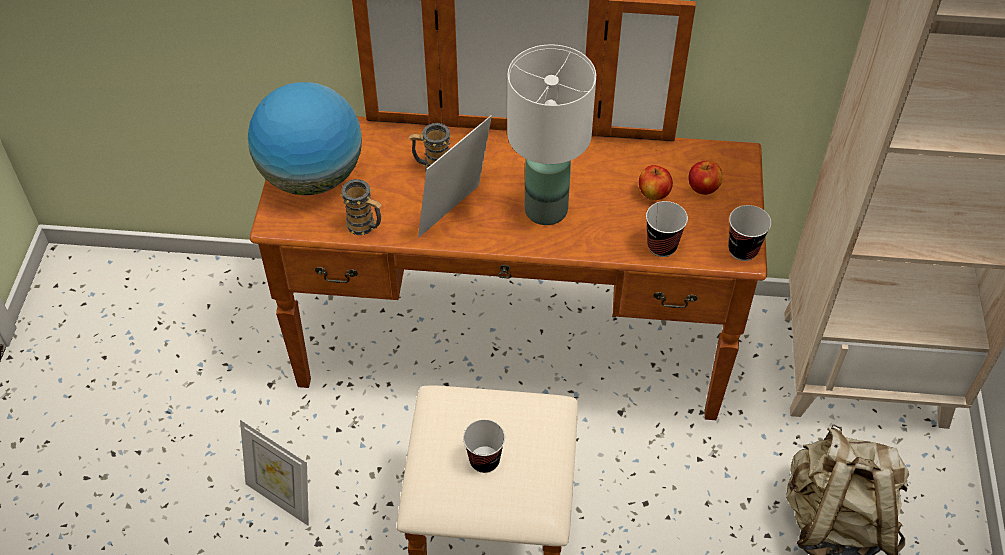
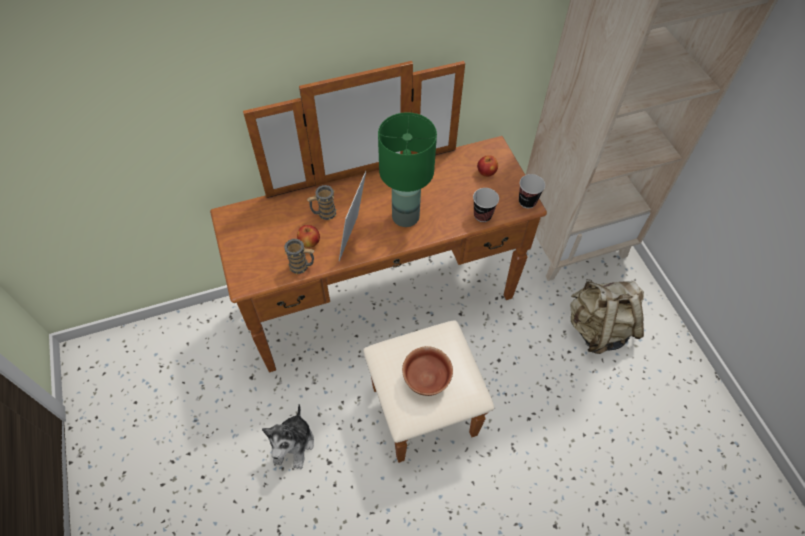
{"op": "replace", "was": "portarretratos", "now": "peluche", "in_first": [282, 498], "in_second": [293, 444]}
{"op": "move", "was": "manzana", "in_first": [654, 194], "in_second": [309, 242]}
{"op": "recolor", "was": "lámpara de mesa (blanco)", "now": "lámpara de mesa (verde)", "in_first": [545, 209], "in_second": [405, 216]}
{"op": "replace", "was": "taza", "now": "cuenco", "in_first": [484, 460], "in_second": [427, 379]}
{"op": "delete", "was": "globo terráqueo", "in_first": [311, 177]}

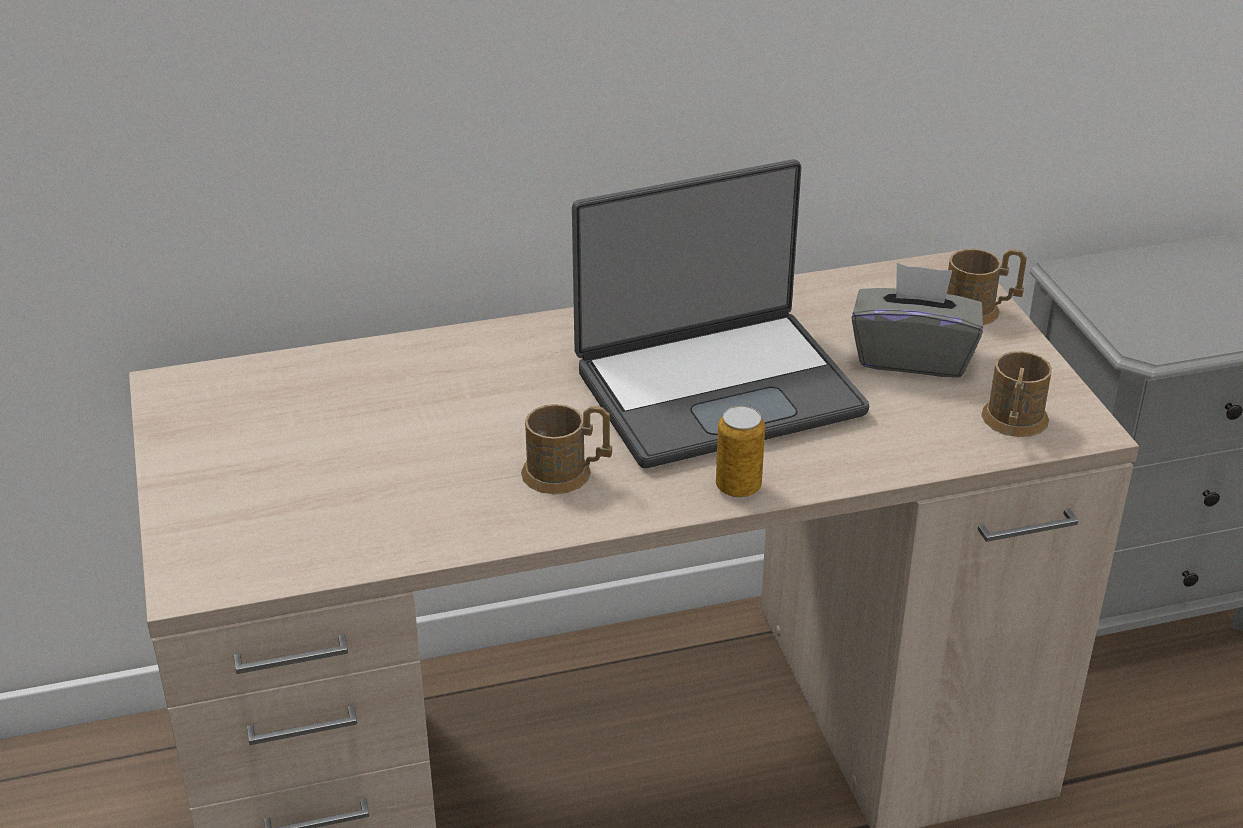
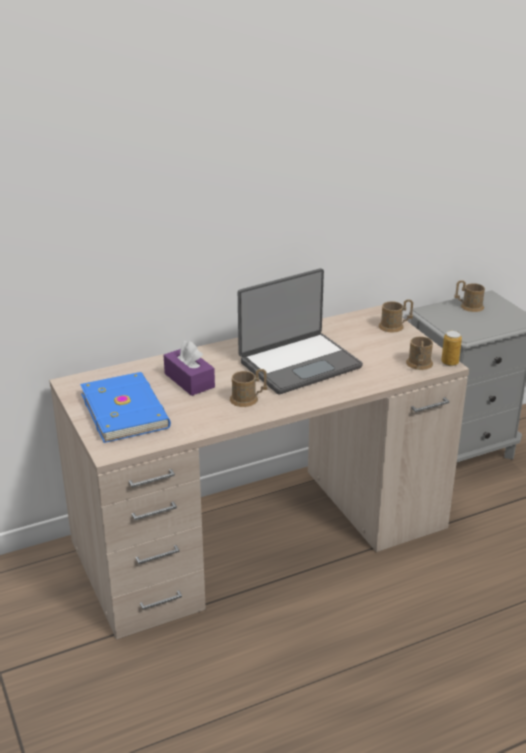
{"op": "insert", "now": "libro (azul)", "in_second": [126, 410]}
{"op": "insert", "now": "caja de pañuelos (morado)", "in_second": [189, 380]}
{"op": "move", "was": "lata", "in_first": [738, 487], "in_second": [449, 362]}
{"op": "insert", "now": "taza grande (marrón)", "in_second": [468, 306]}
{"op": "delete", "was": "caja de pañuelos (gris)", "in_first": [912, 356]}

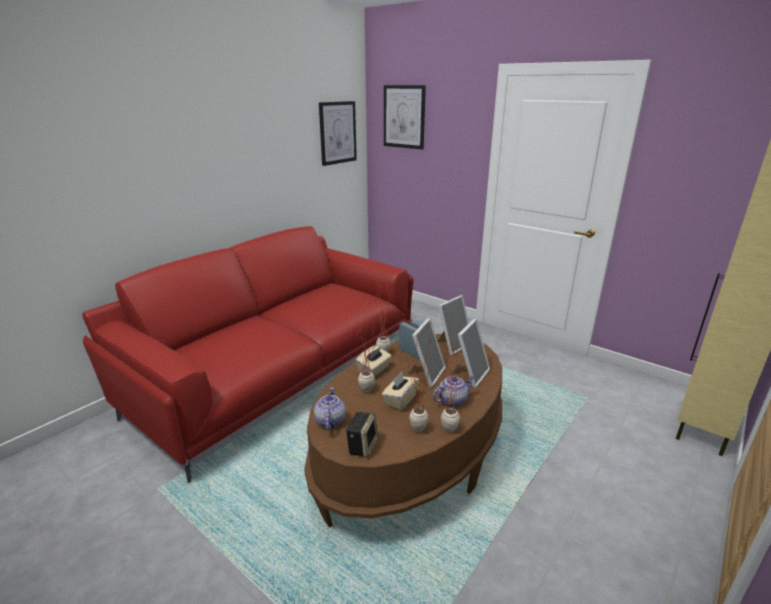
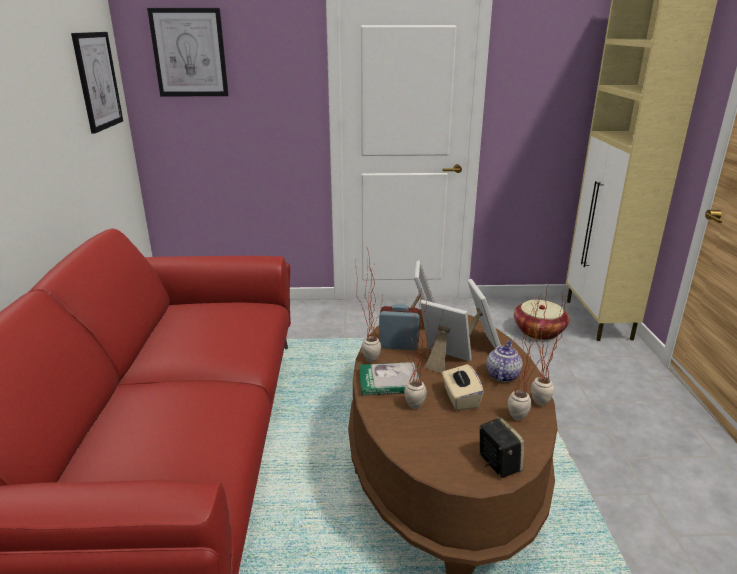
{"op": "replace", "was": "caja de pañuelos (beis)", "now": "libro", "in_first": [374, 370], "in_second": [389, 381]}
{"op": "rotate", "was": "portarretratos", "in_first": [426, 374], "in_second": [442, 361], "clockwise": -45}
{"op": "insert", "now": "cesta", "in_second": [539, 331]}
{"op": "delete", "was": "tetera", "in_first": [330, 421]}

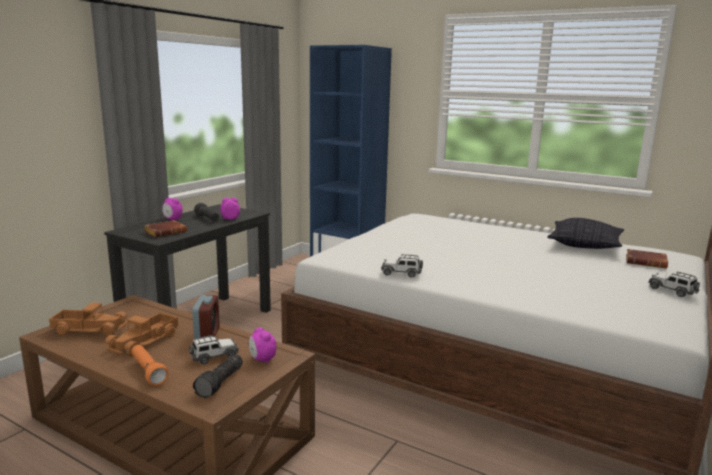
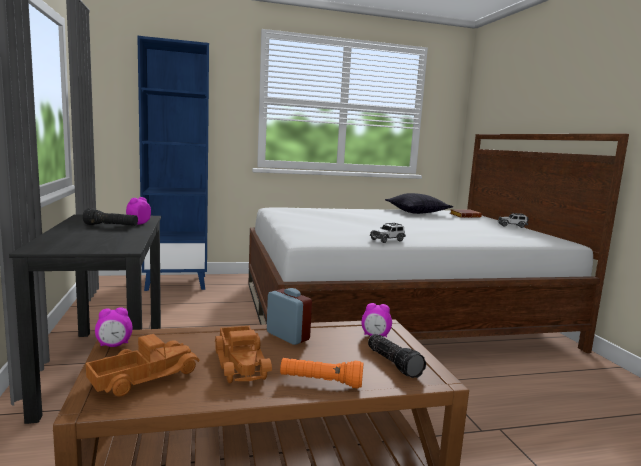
{"op": "move", "was": "despertador", "in_first": [172, 219], "in_second": [114, 345]}
{"op": "delete", "was": "libro (marrón)", "in_first": [166, 232]}
{"op": "delete", "was": "coche de juguete", "in_first": [214, 357]}

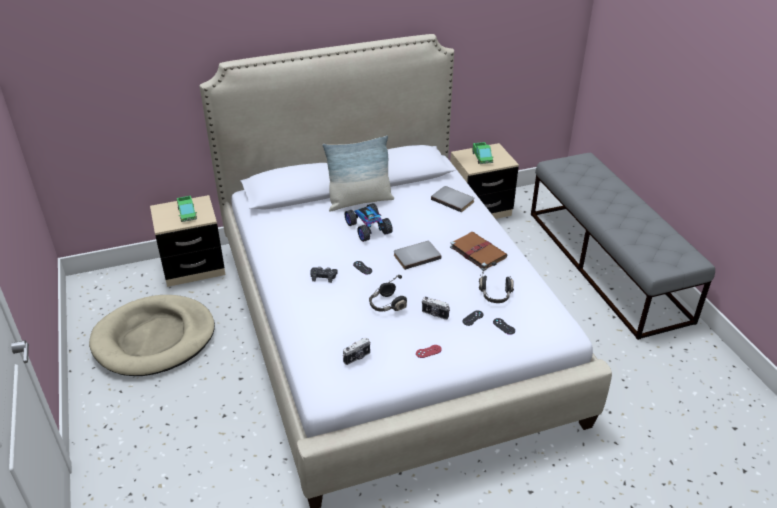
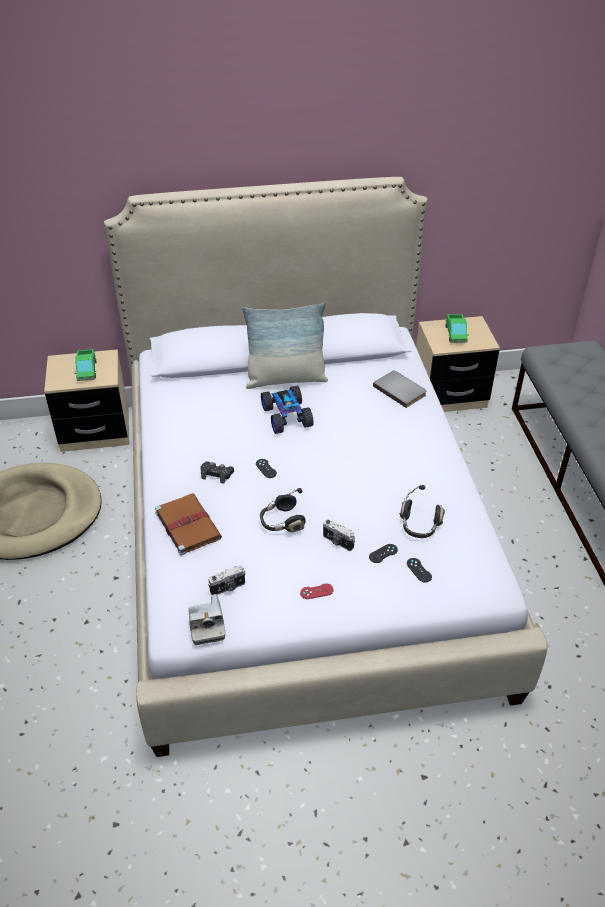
{"op": "move", "was": "libro (marrón)", "in_first": [477, 252], "in_second": [187, 524]}
{"op": "insert", "now": "cámara", "in_second": [206, 626]}
{"op": "delete", "was": "libro (gris)", "in_first": [416, 256]}

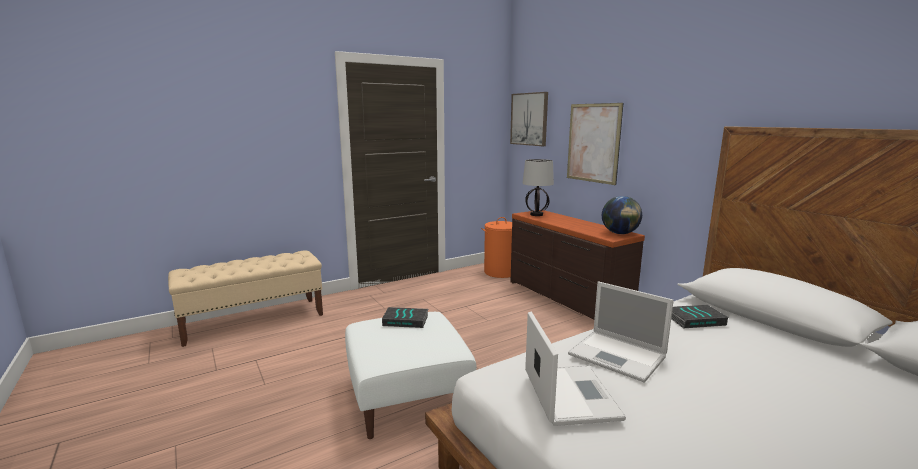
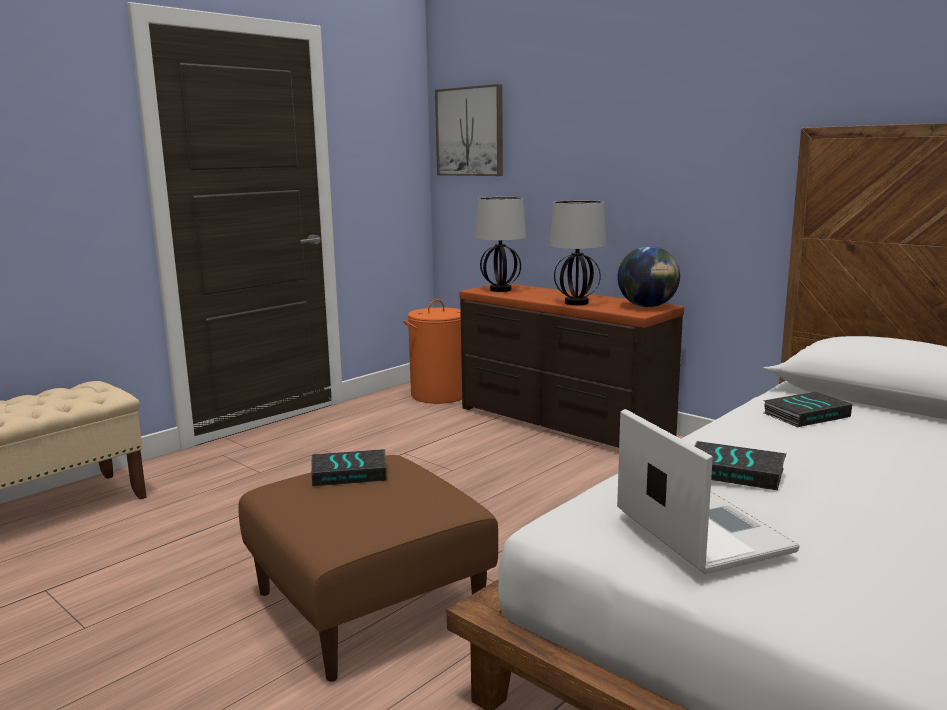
{"op": "recolor", "was": "puf (blanco)", "now": "puf (marrón)", "in_first": [406, 396], "in_second": [367, 605]}
{"op": "insert", "now": "lámpara de mesa", "in_second": [576, 303]}
{"op": "replace", "was": "portátil", "now": "libro", "in_first": [619, 356], "in_second": [736, 472]}
{"op": "delete", "was": "cuadro", "in_first": [593, 143]}

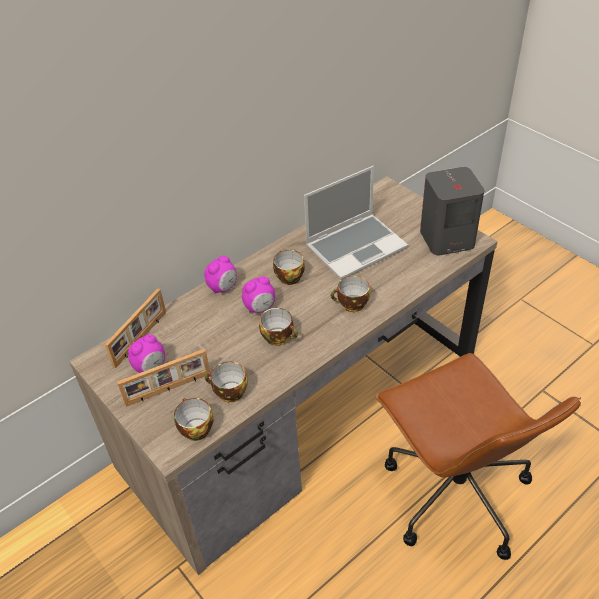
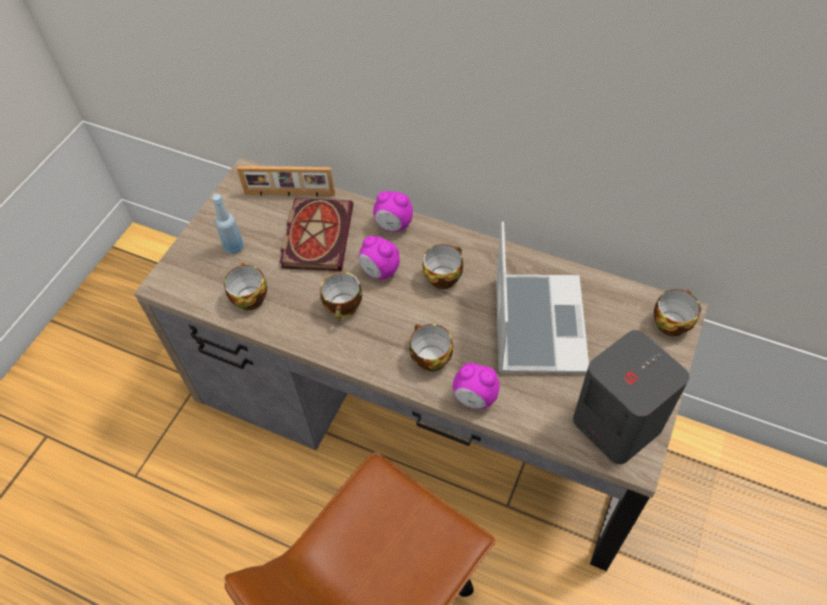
{"op": "replace", "was": "portarretratos", "now": "botella (azul)", "in_first": [169, 389], "in_second": [234, 247]}
{"op": "insert", "now": "libro", "in_second": [316, 235]}
{"op": "move", "was": "despertador", "in_first": [151, 367], "in_second": [475, 398]}
{"op": "rotate", "was": "portátil", "in_first": [356, 246], "in_second": [537, 323], "clockwise": -120}
{"op": "move", "was": "taza", "in_first": [195, 429], "in_second": [671, 322]}

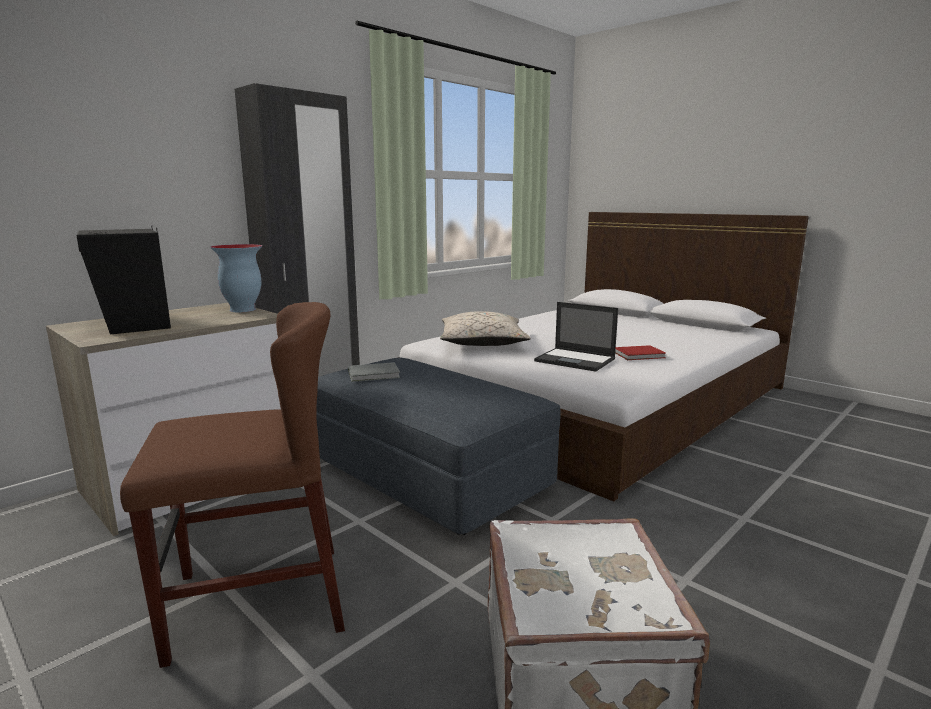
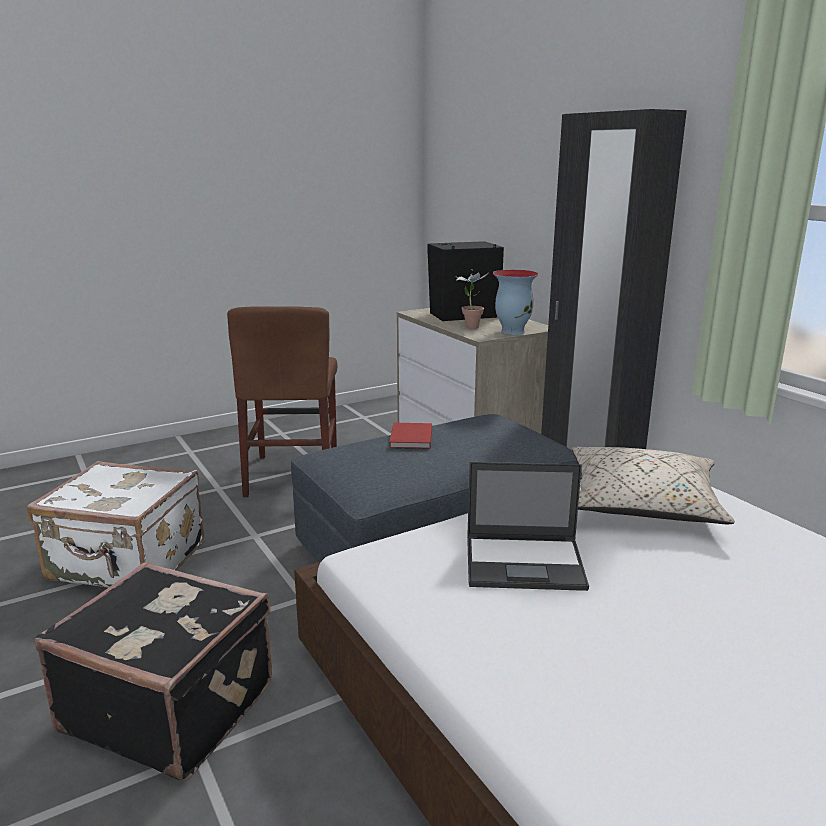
{"op": "insert", "now": "maleta (negro)", "in_second": [171, 706]}
{"op": "move", "was": "libro (rojo)", "in_first": [640, 355], "in_second": [410, 439]}
{"op": "insert", "now": "planta en maceta", "in_second": [470, 326]}
{"op": "rotate", "was": "portátil", "in_first": [576, 360], "in_second": [526, 563], "clockwise": -135}
{"op": "delete", "was": "libro (gris)", "in_first": [375, 374]}

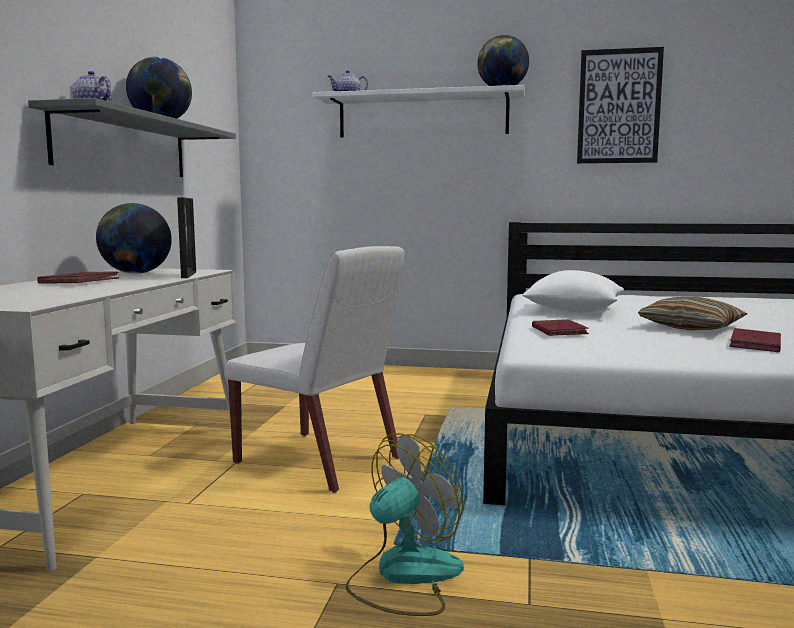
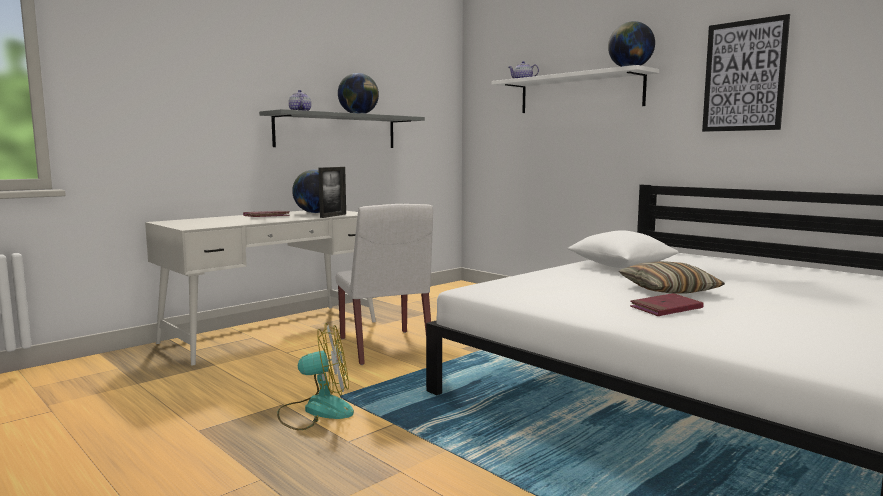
{"op": "delete", "was": "libro (rojo)", "in_first": [559, 331]}

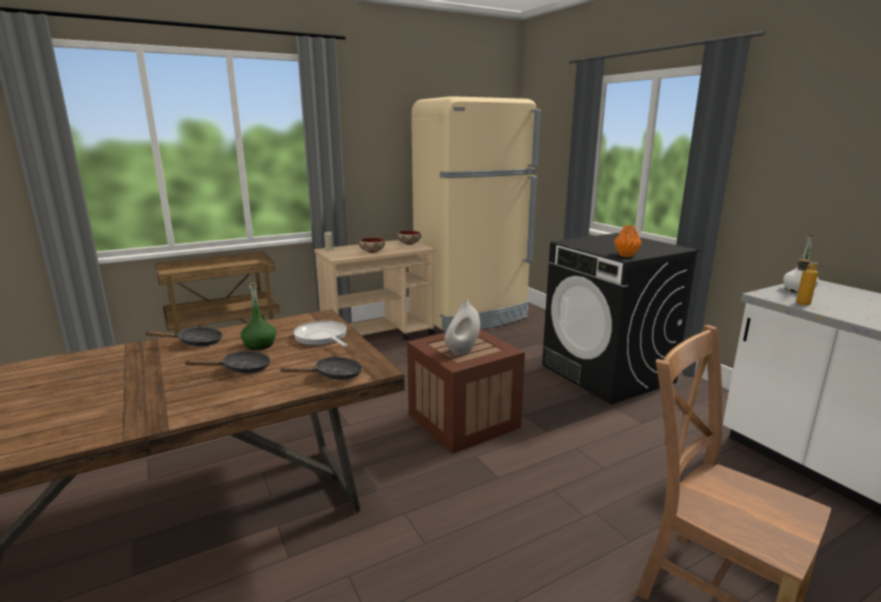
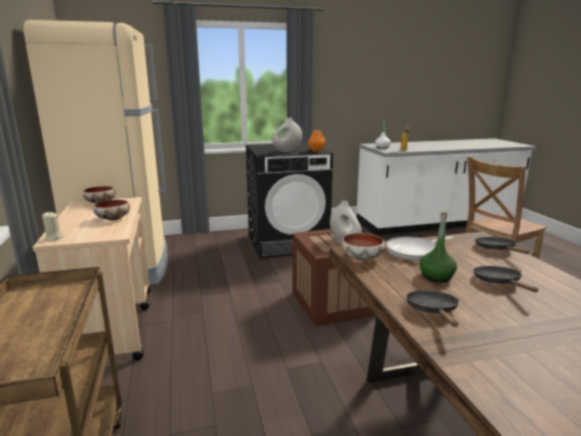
{"op": "insert", "now": "florero (blanco)", "in_second": [287, 151]}
{"op": "insert", "now": "cuenco", "in_second": [362, 258]}

